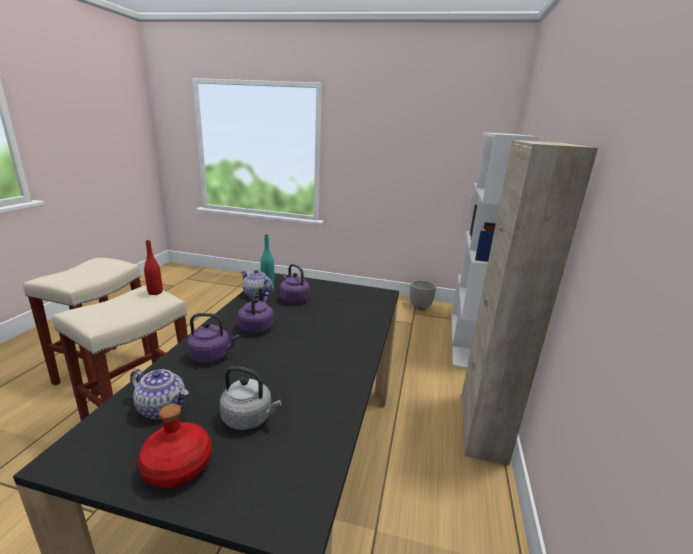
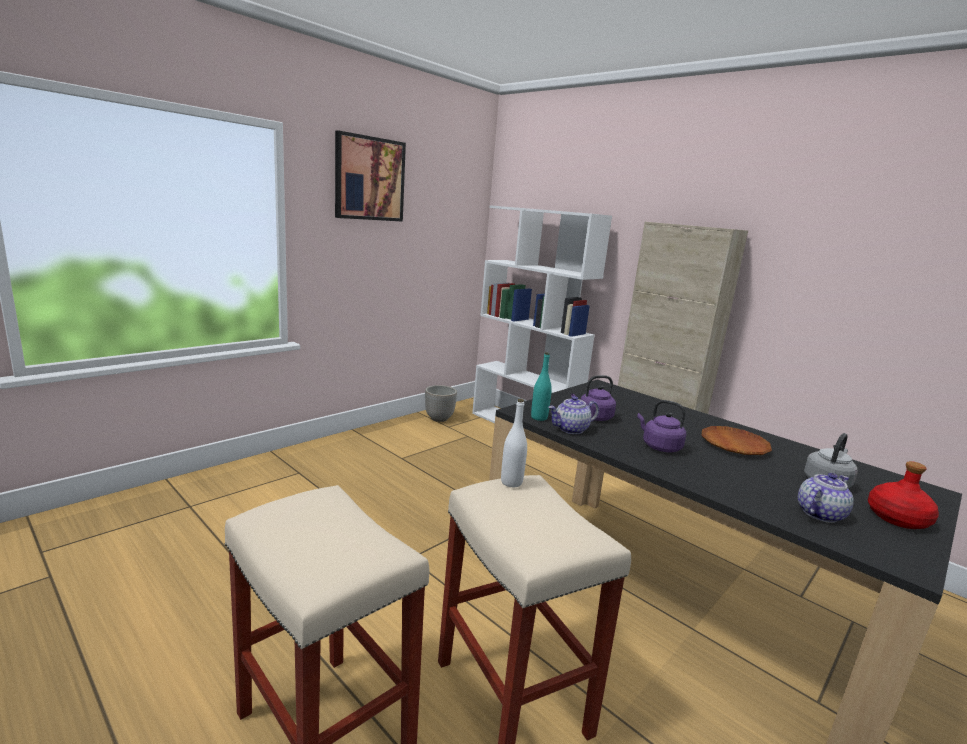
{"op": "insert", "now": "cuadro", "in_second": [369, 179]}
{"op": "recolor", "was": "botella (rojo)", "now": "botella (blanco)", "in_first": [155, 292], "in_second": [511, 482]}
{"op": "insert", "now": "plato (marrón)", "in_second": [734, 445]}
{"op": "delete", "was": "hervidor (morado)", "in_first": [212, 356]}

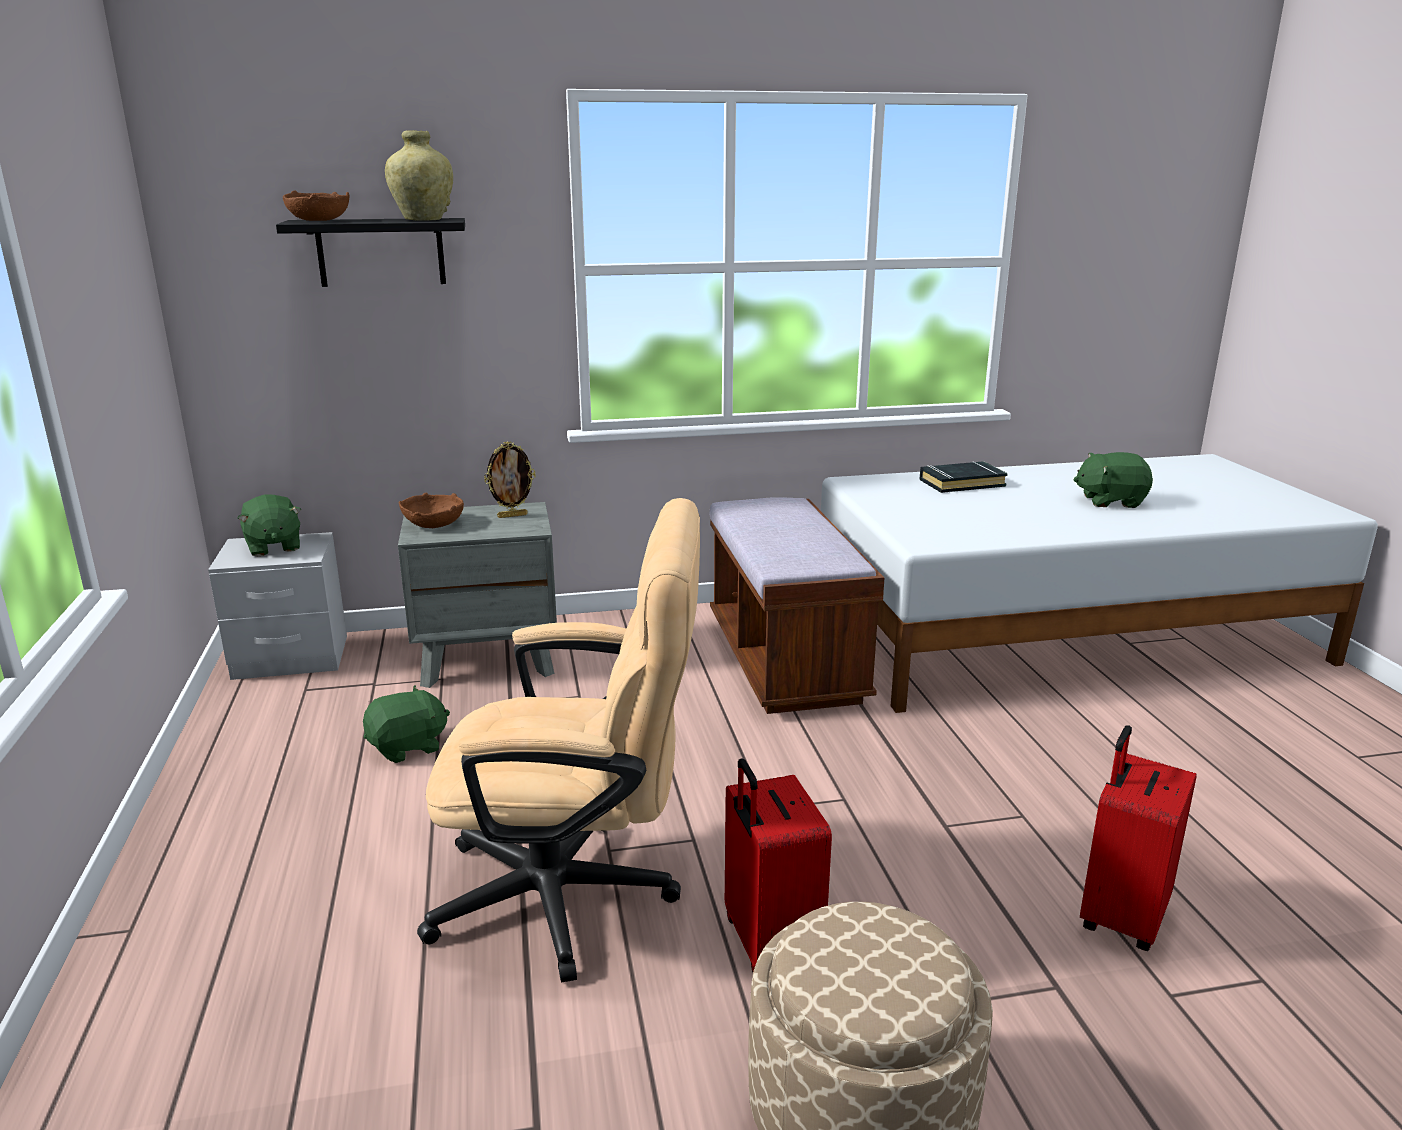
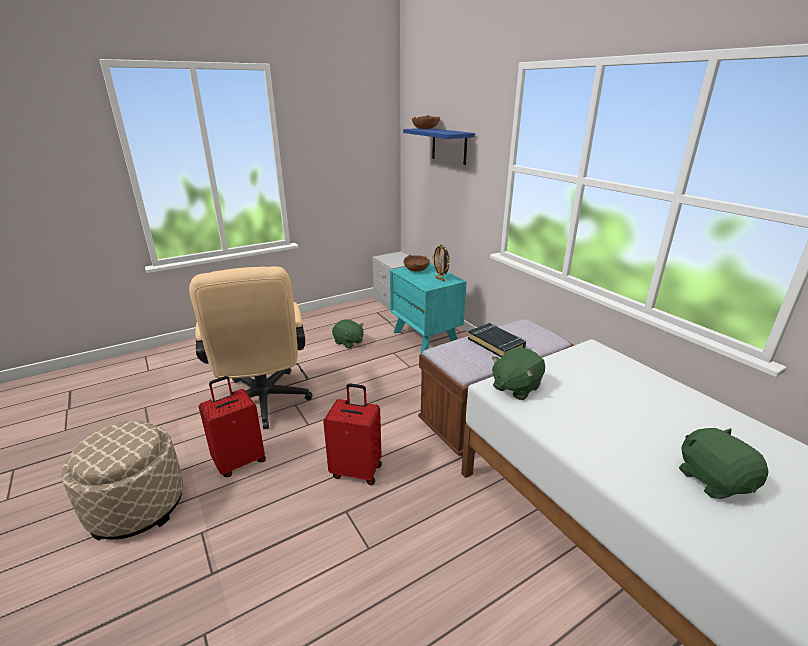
{"op": "move", "was": "maleta (rojo)", "in_first": [1120, 917], "in_second": [357, 470]}
{"op": "recolor", "was": "mesita de noche (gris)", "now": "mesita de noche (turquesa)", "in_first": [488, 659], "in_second": [425, 337]}
{"op": "recolor", "was": "estante (negro)", "now": "estante (azul)", "in_first": [381, 252], "in_second": [449, 146]}
{"op": "move", "was": "libro (negro)", "in_first": [961, 483], "in_second": [496, 344]}
{"op": "move", "was": "peluche (verde)", "in_first": [273, 547], "in_second": [515, 387]}
{"op": "delete", "was": "florero (beis)", "in_first": [423, 219]}

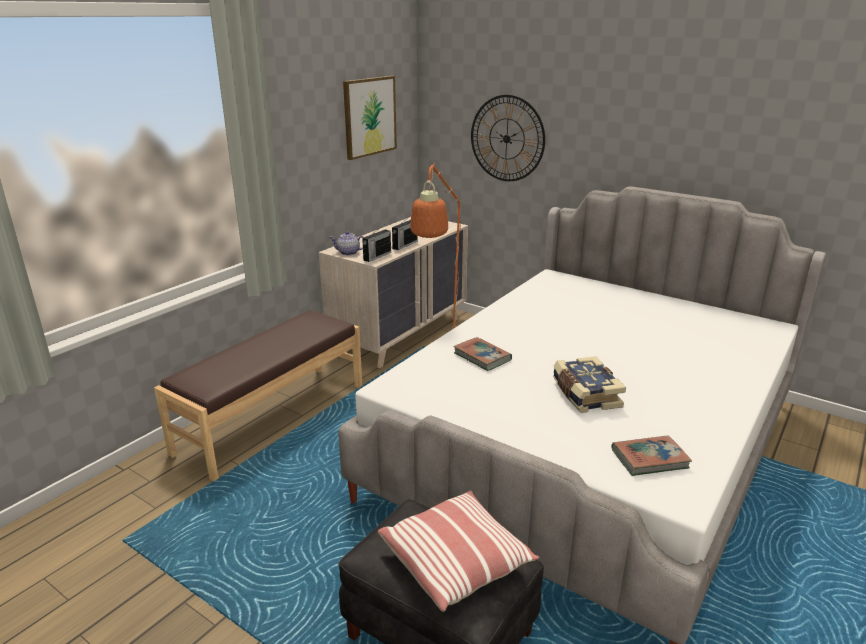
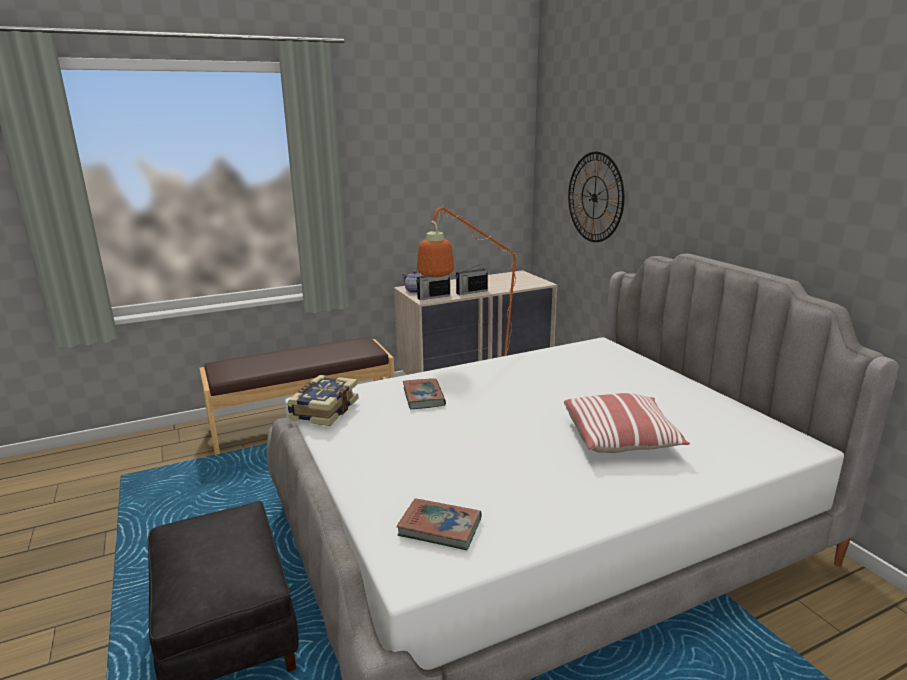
{"op": "move", "was": "libro", "in_first": [584, 395], "in_second": [323, 410]}
{"op": "move", "was": "cojín", "in_first": [456, 561], "in_second": [621, 438]}
{"op": "delete", "was": "cuadro", "in_first": [369, 116]}

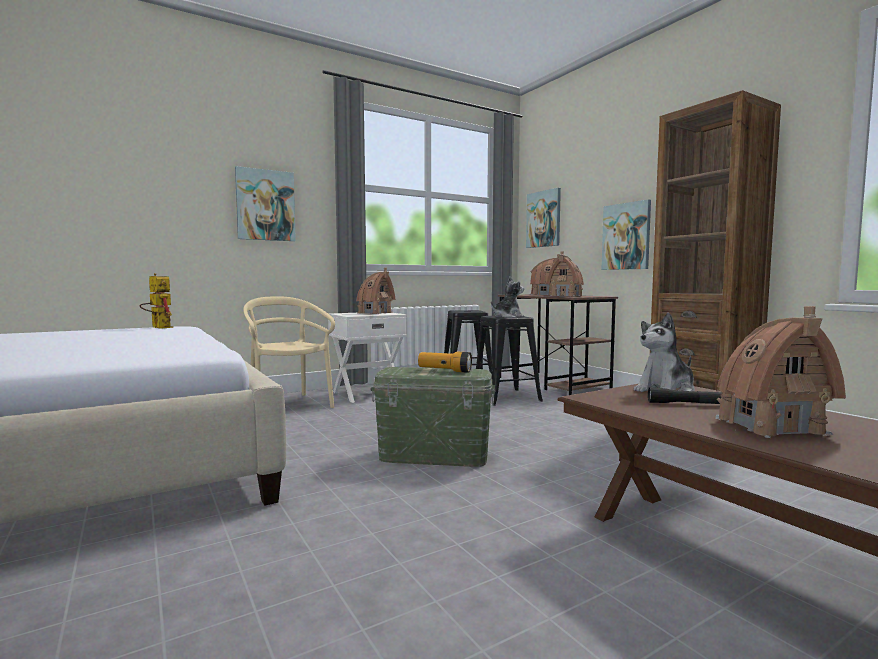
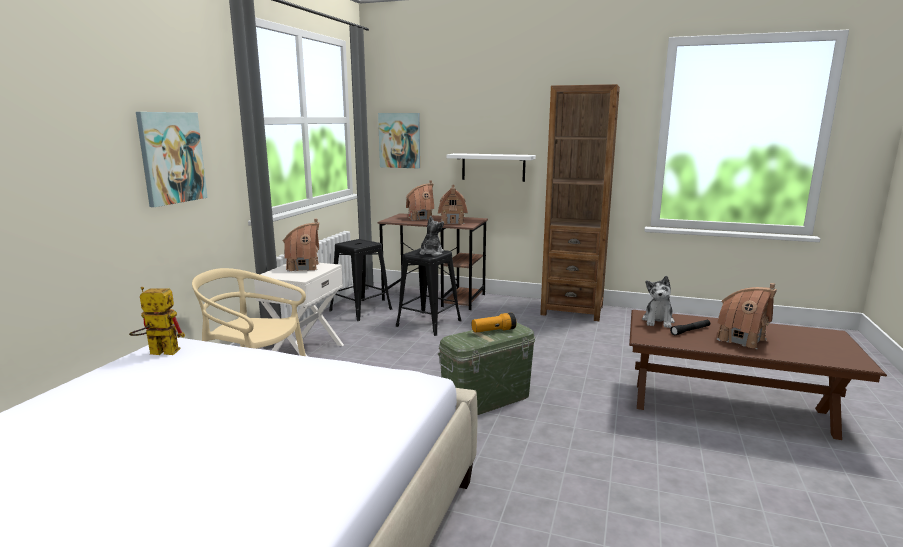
{"op": "replace", "was": "cuadro", "now": "estante (blanco)", "in_first": [626, 236], "in_second": [493, 167]}

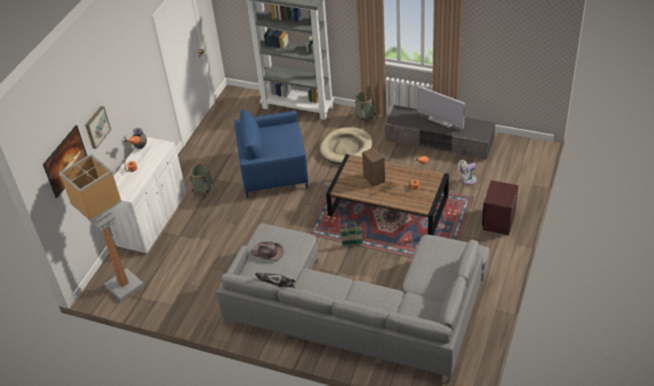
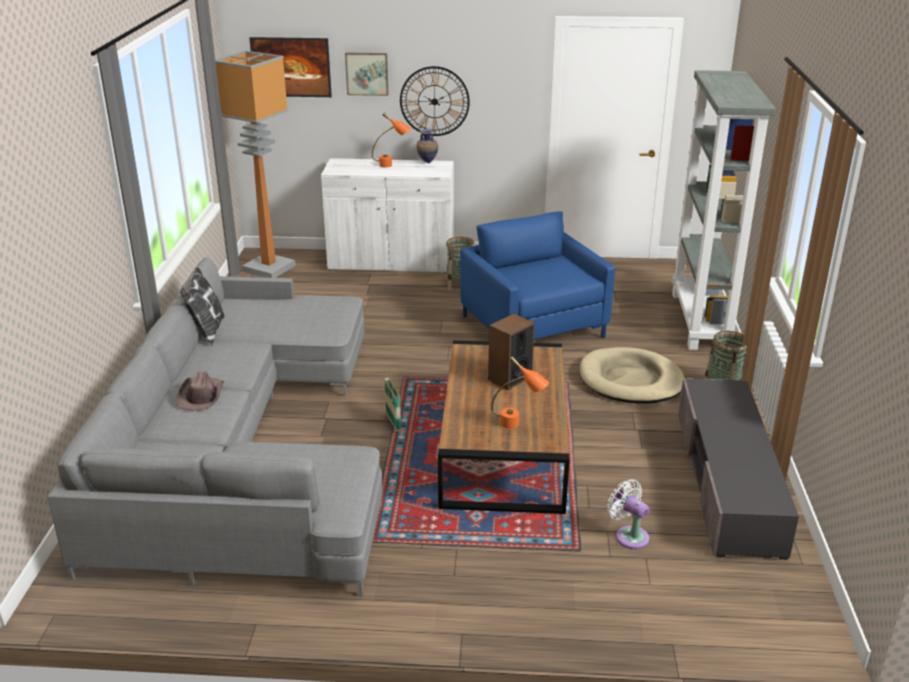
{"op": "move", "was": "sombrero (marrón)", "in_first": [267, 253], "in_second": [201, 395]}
{"op": "insert", "now": "reloj de pared", "in_second": [434, 101]}
{"op": "delete", "was": "televisor", "in_first": [441, 120]}
{"op": "delete", "was": "mesita de noche (marrón)", "in_first": [498, 221]}

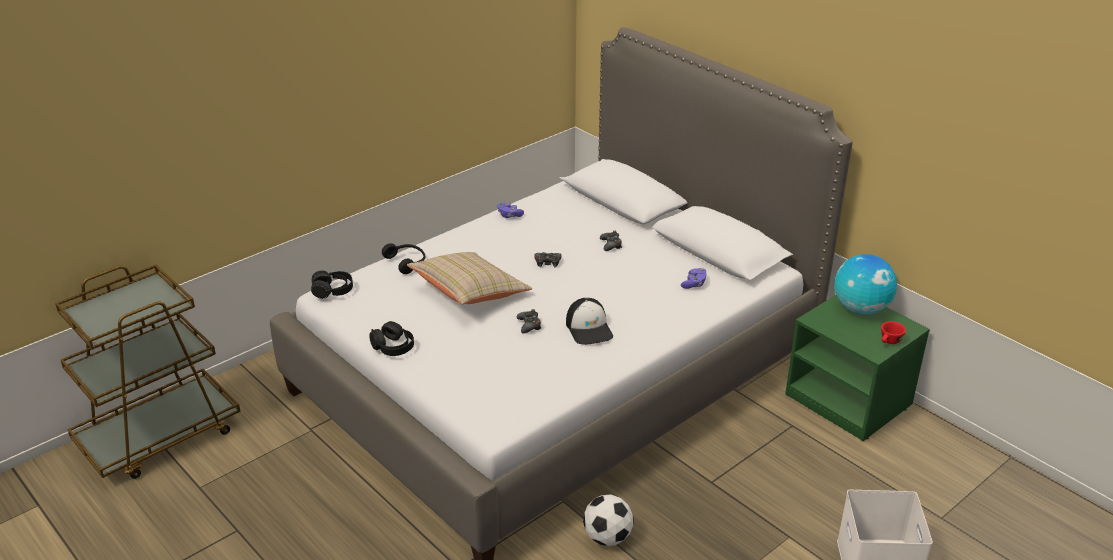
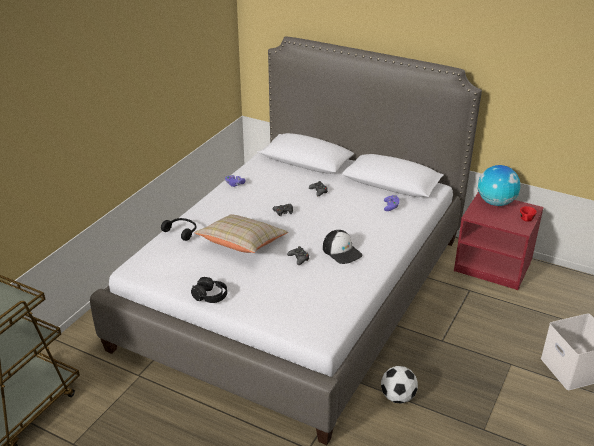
{"op": "recolor", "was": "mesita de noche (verde)", "now": "mesita de noche (rojo)", "in_first": [849, 400], "in_second": [494, 265]}
{"op": "delete", "was": "auriculares (negro)", "in_first": [333, 290]}

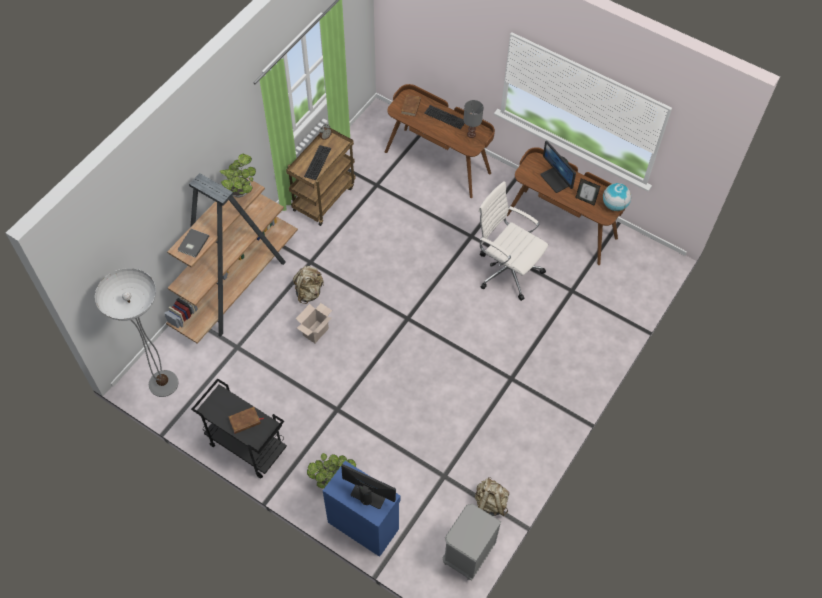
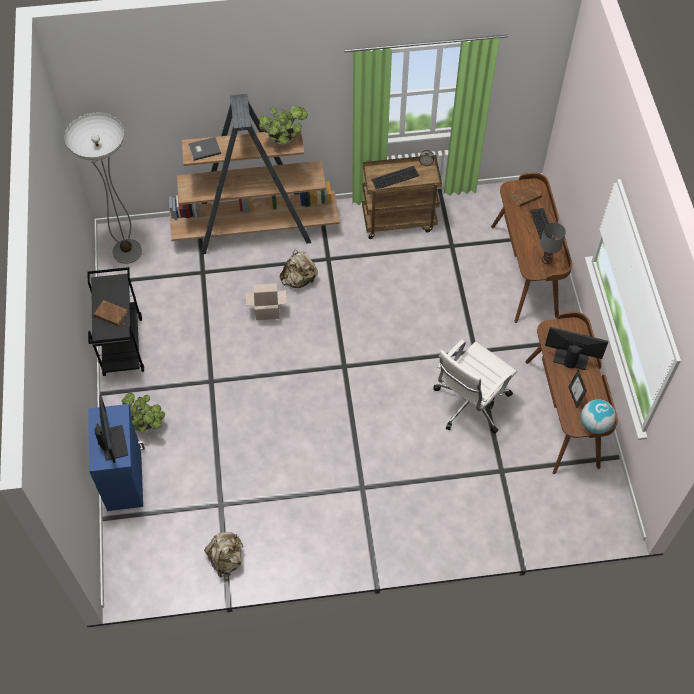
{"op": "rotate", "was": "silla de oficina (blanco)", "in_first": [507, 270], "in_second": [469, 404], "clockwise": -135}
{"op": "rotate", "was": "monitor", "in_first": [555, 180], "in_second": [570, 357], "clockwise": 90}
{"op": "delete", "was": "mesita de noche (gris)", "in_first": [468, 555]}

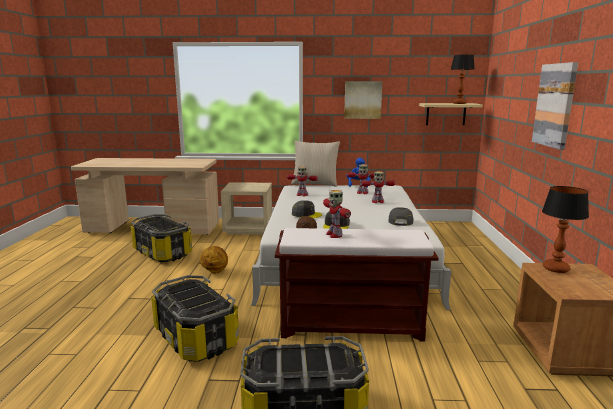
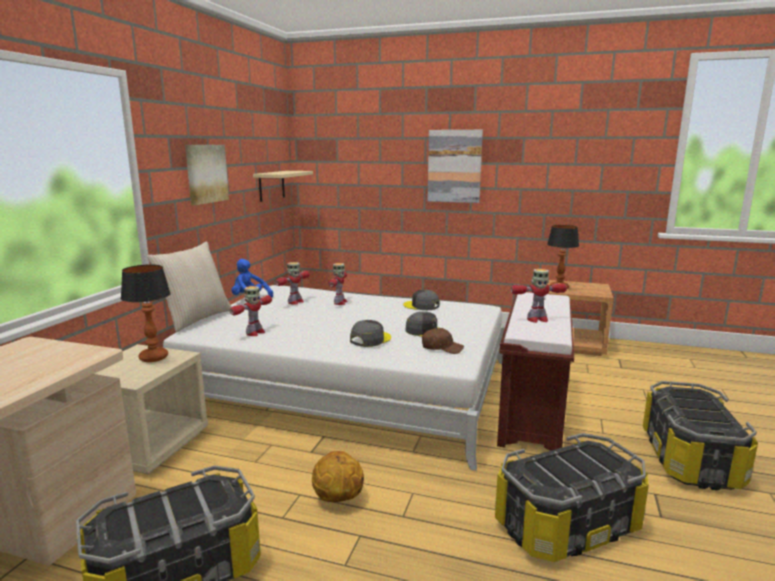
{"op": "move", "was": "lámpara de mesa", "in_first": [459, 103], "in_second": [154, 357]}

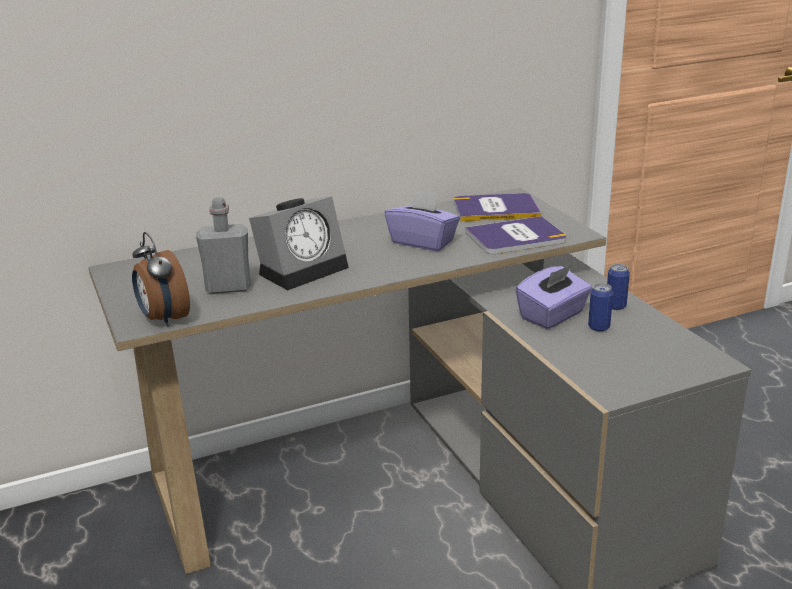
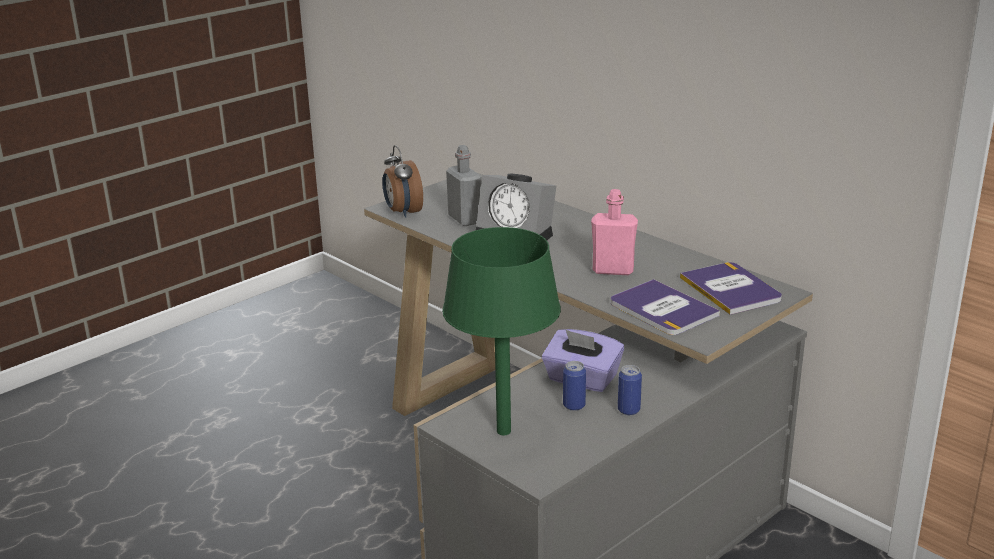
{"op": "rotate", "was": "despertador", "in_first": [163, 319], "in_second": [402, 212], "clockwise": -60}
{"op": "insert", "now": "lámpara de mesa (verde)", "in_second": [503, 431]}
{"op": "replace", "was": "caja de pañuelos (morado)", "now": "botella (rosa)", "in_first": [423, 242], "in_second": [613, 270]}

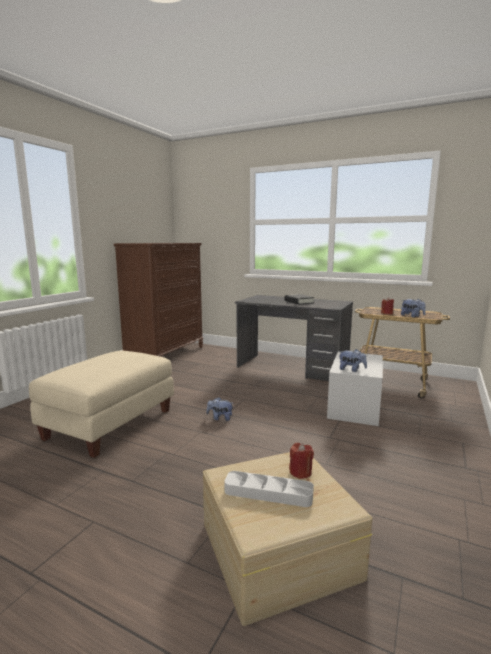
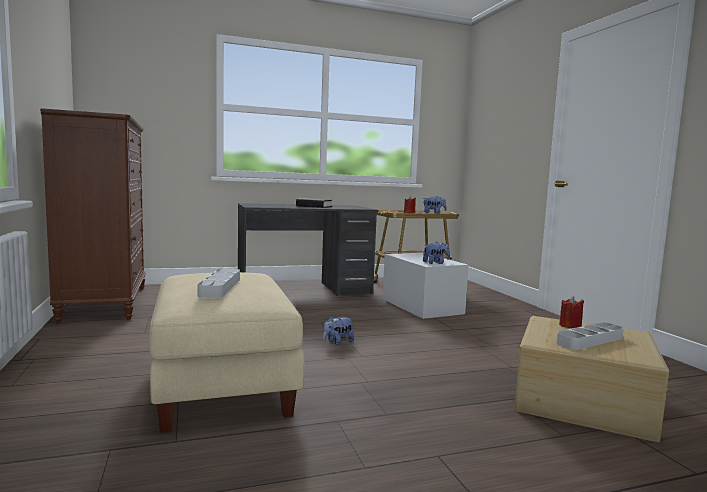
{"op": "insert", "now": "bandeja (gris)", "in_second": [220, 287]}

